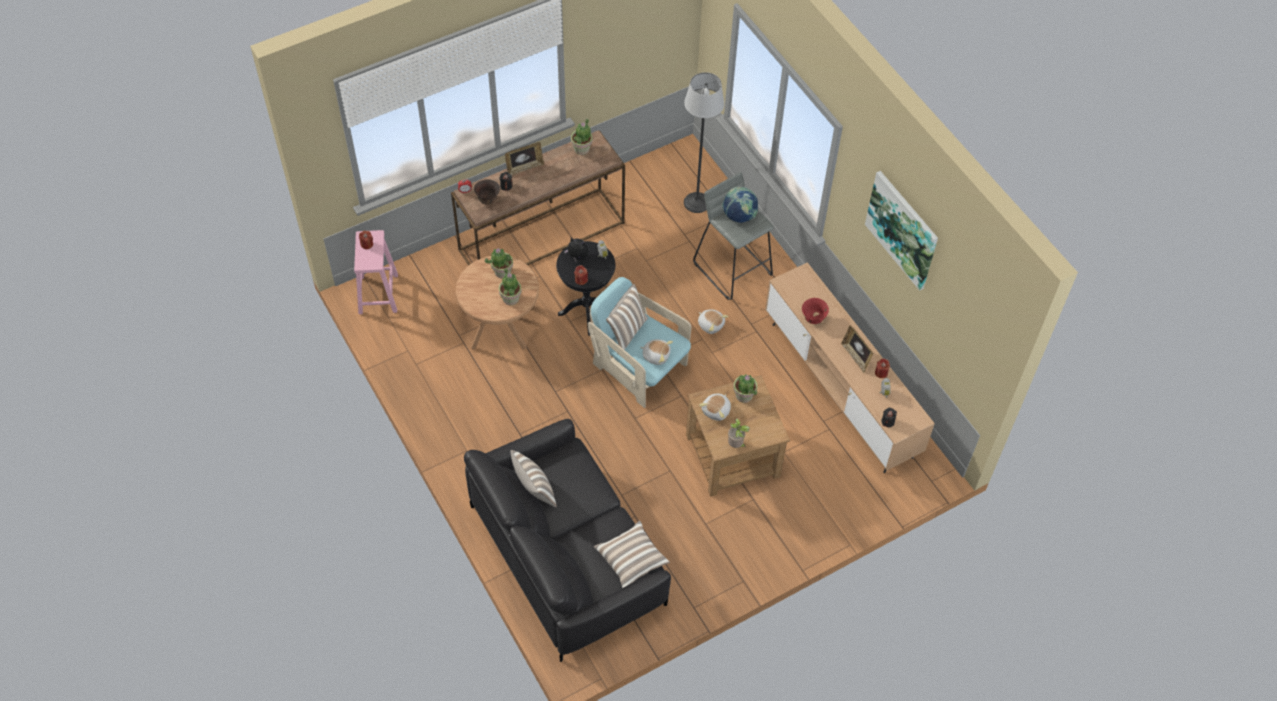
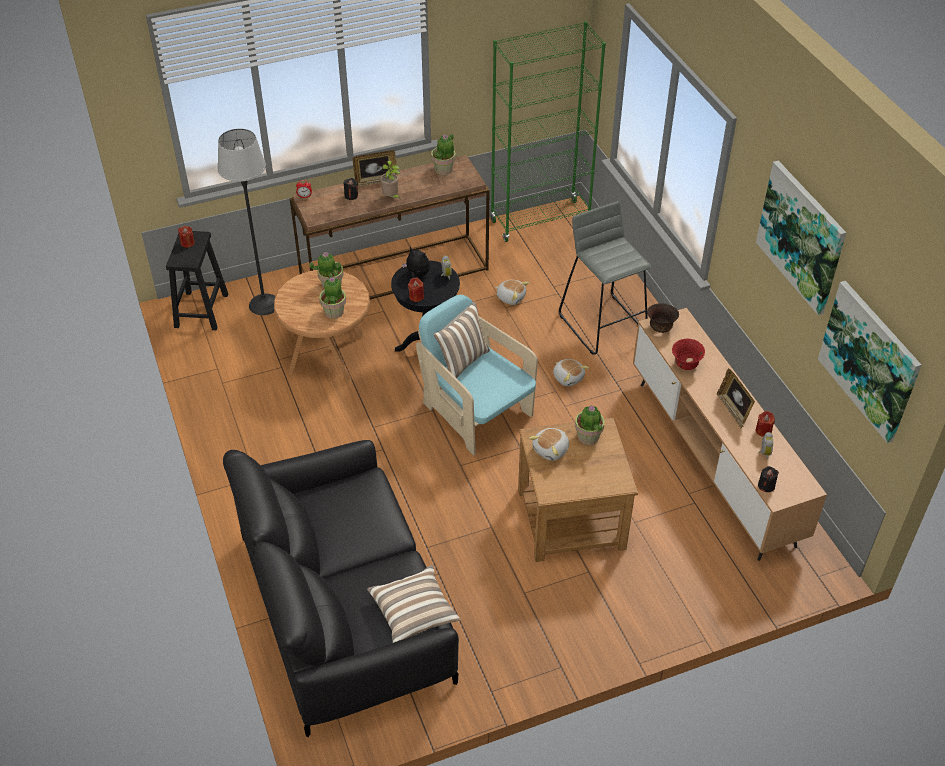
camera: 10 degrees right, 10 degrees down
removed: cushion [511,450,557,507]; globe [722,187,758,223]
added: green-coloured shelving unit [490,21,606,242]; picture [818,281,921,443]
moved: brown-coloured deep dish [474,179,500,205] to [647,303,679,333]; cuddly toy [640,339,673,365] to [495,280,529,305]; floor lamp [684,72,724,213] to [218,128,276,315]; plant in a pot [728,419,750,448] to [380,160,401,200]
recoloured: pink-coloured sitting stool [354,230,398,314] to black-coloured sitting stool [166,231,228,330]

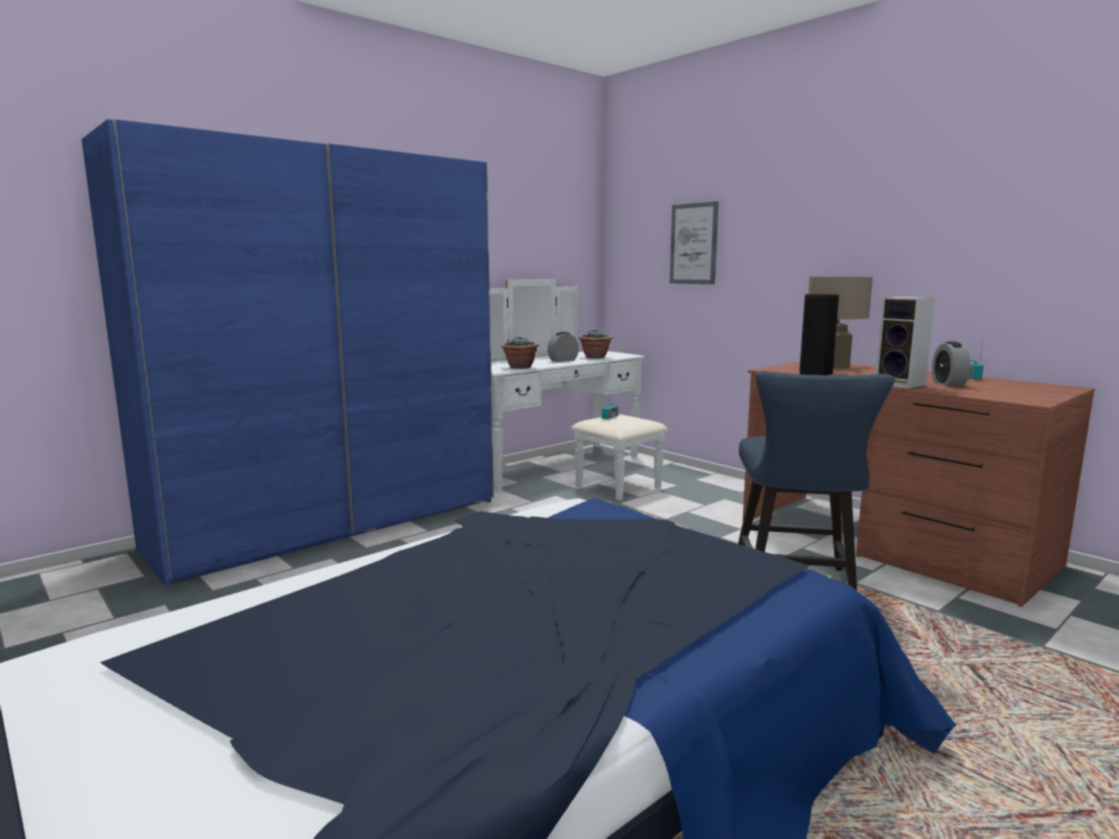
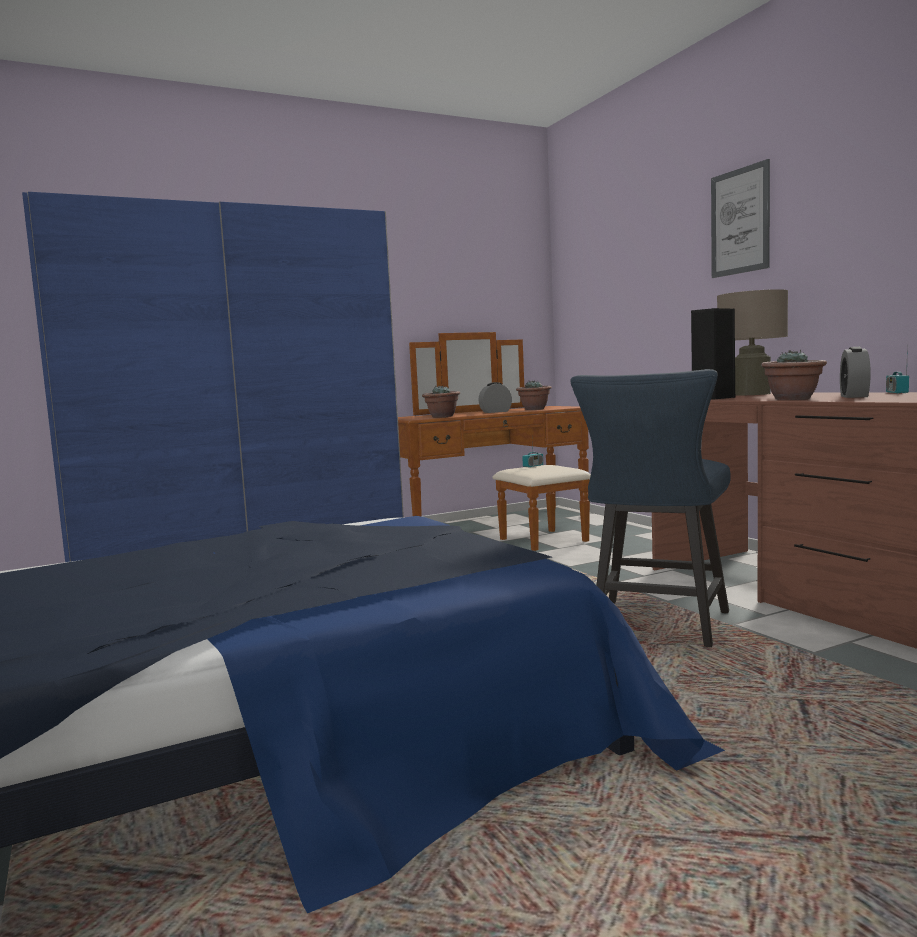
camera: 15 degrees right, 5 degrees down
moved: picture [670,201,719,284] to [711,159,770,278]
replaced: audio speaker [875,297,935,389] to plant in a pot [761,350,827,400]
recoloured: white chest of drawers [490,279,668,500] to brown-coloured chest of drawers [398,332,591,551]

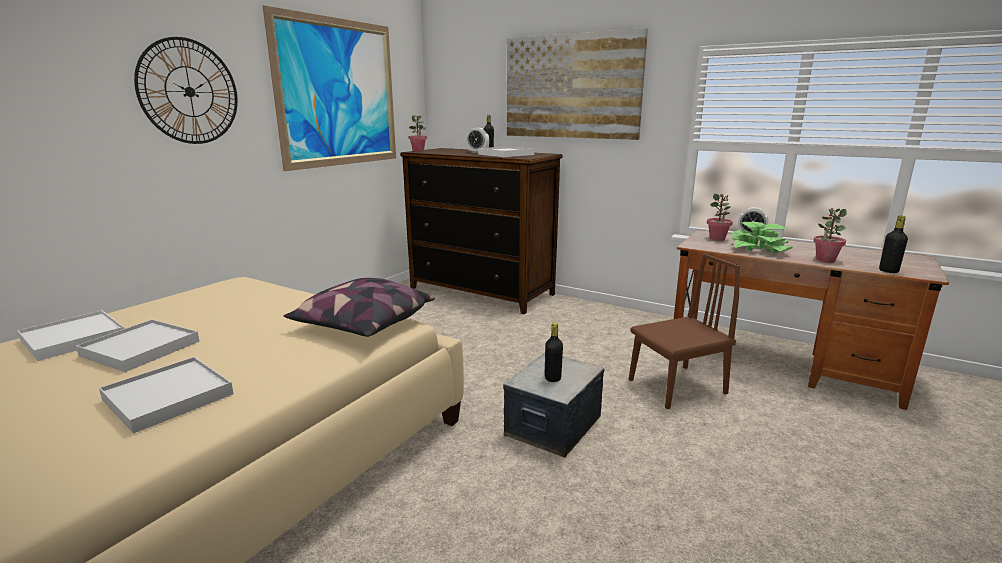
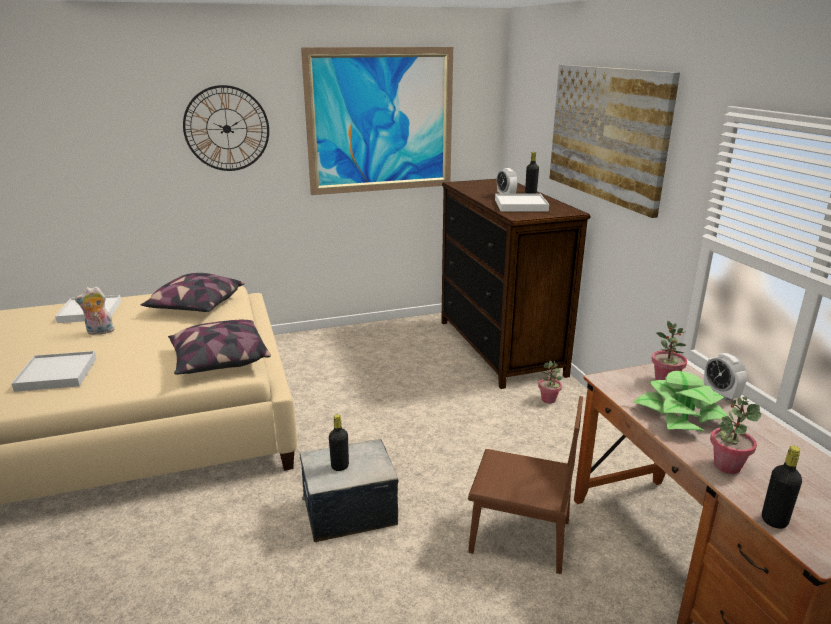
camera: 40 degrees right, 5 degrees up
added: cushion [141,273,245,312]
moved: plant in a pot [409,115,427,152] to [538,361,562,404]
replaced: white carrying tray [76,319,199,372] to cuddly toy [75,286,114,335]

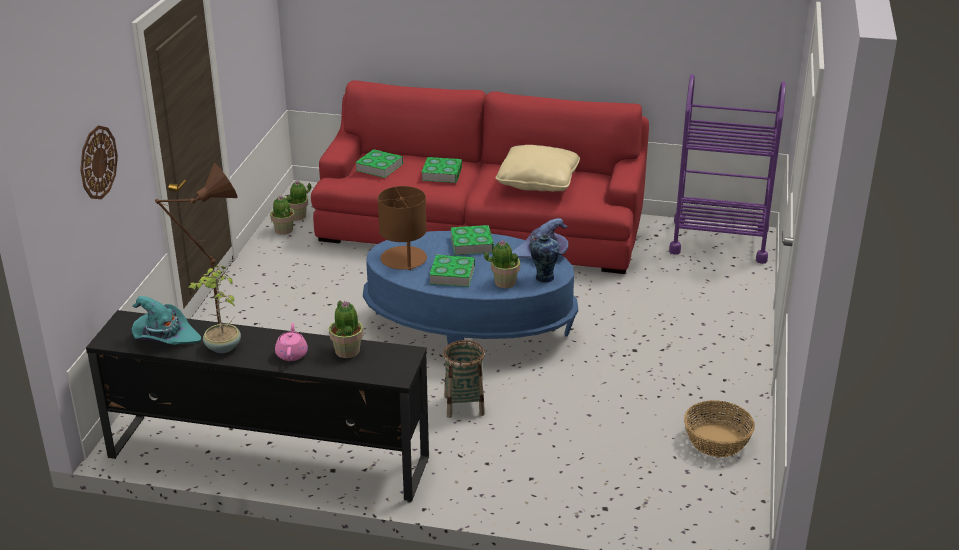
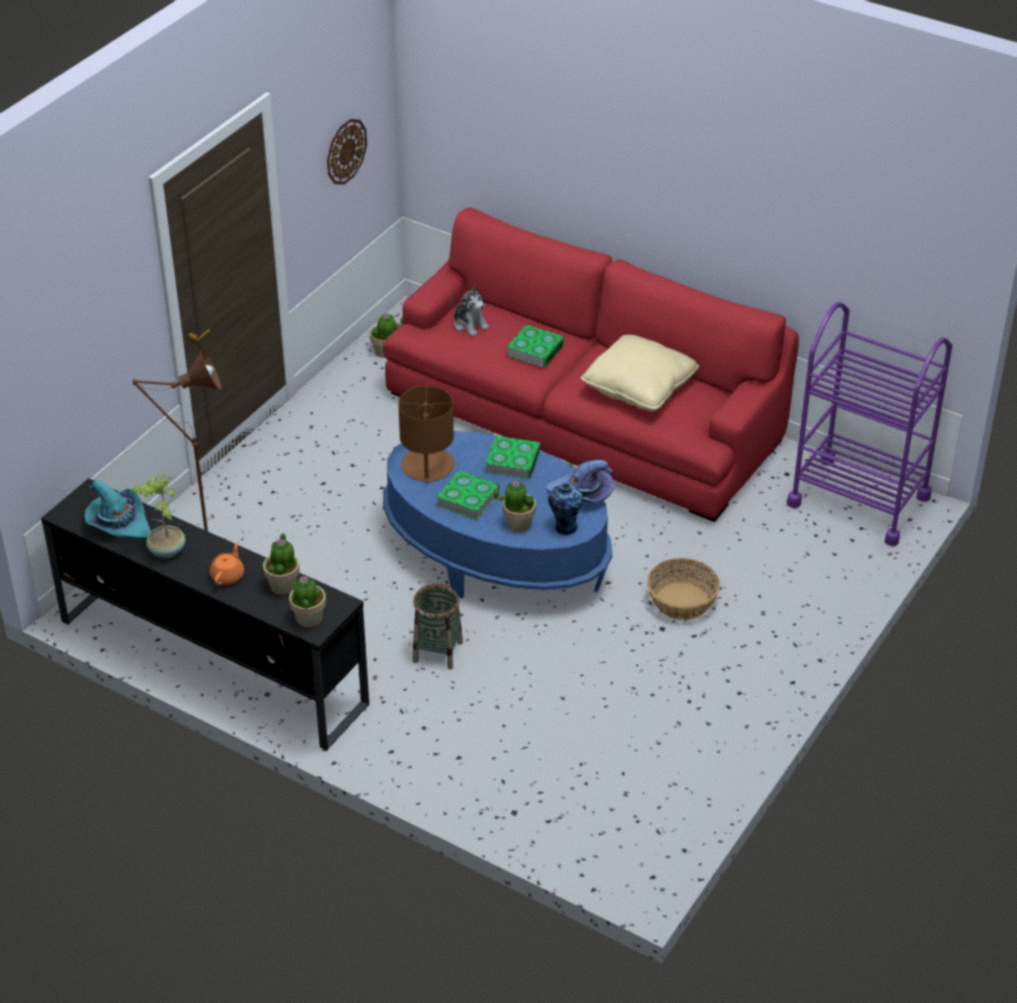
camera: 20 degrees right, 10 degrees up
moved: wall clock [80,126,118,199] to [327,119,367,185]; plant in a pot [270,195,295,235] to [289,576,326,627]; basket [684,400,755,457] to [647,558,720,620]
replaced: bound book [355,149,403,178] to cuddly toy [453,286,489,336]
recoloured: pink-coloured pot for tea [275,323,308,361] to orange pot for tea [210,542,244,585]

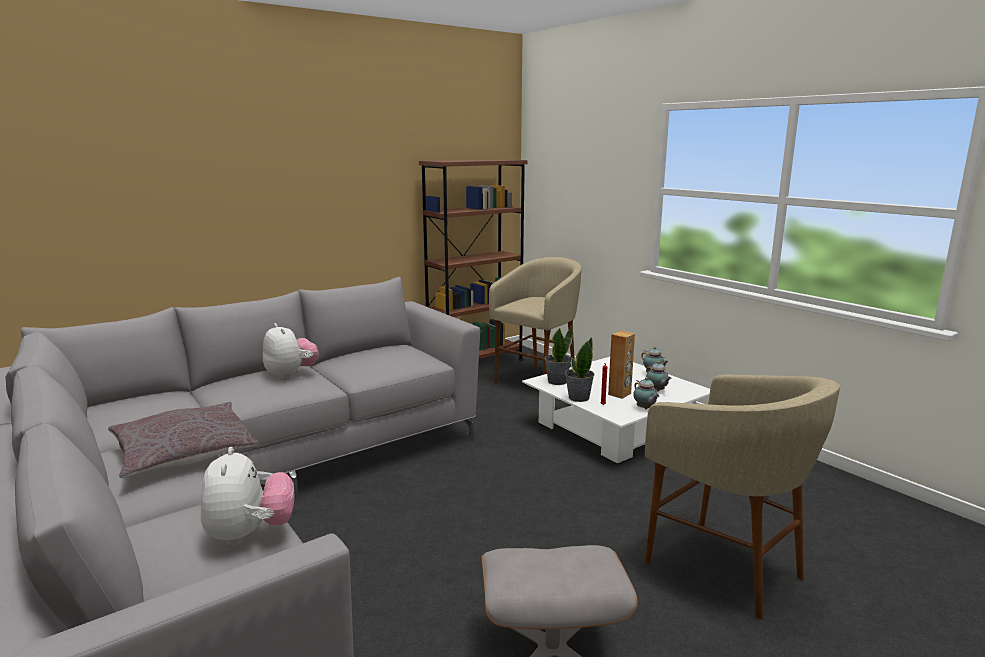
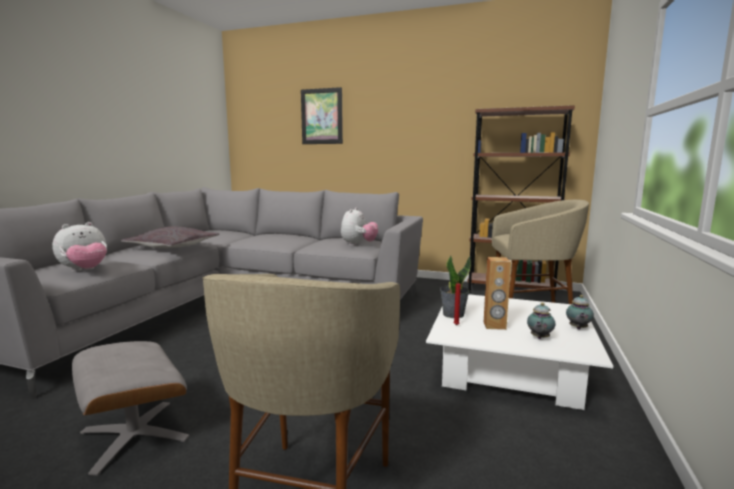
camera: 55 degrees right, 5 degrees down
removed: plant in a pot [545,326,573,385]; pot for tea [633,377,659,409]
added: picture [301,87,343,144]
moved: cuddly toy [263,323,319,380] to [341,207,378,246]

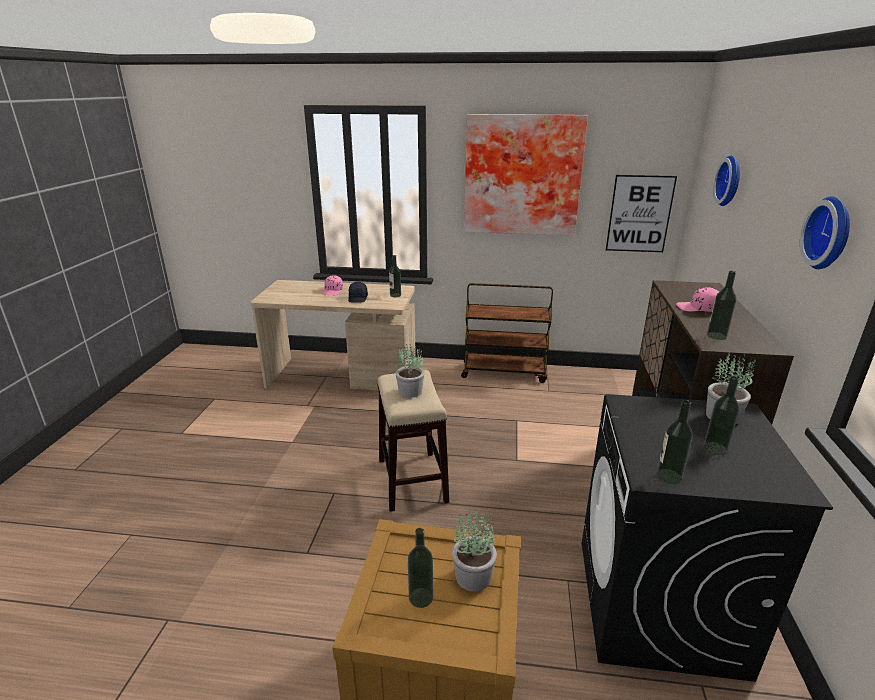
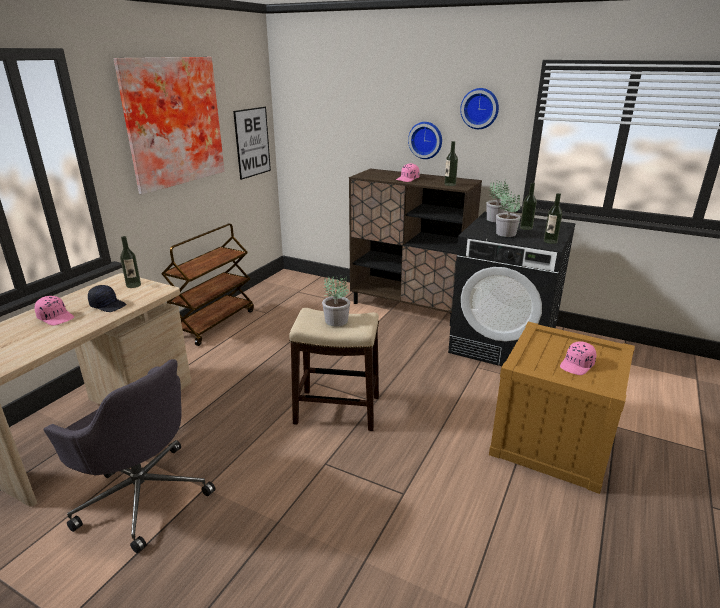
camera: 70 degrees left, 0 degrees up
added: greyish computer chair [43,359,216,553]
moved: plant in a pot [452,509,497,592] to [496,190,521,237]; wall clock [713,155,740,206] to [408,122,442,159]
replaced: bottle [408,528,433,608] to pink-coloured baseball cap [560,342,596,375]

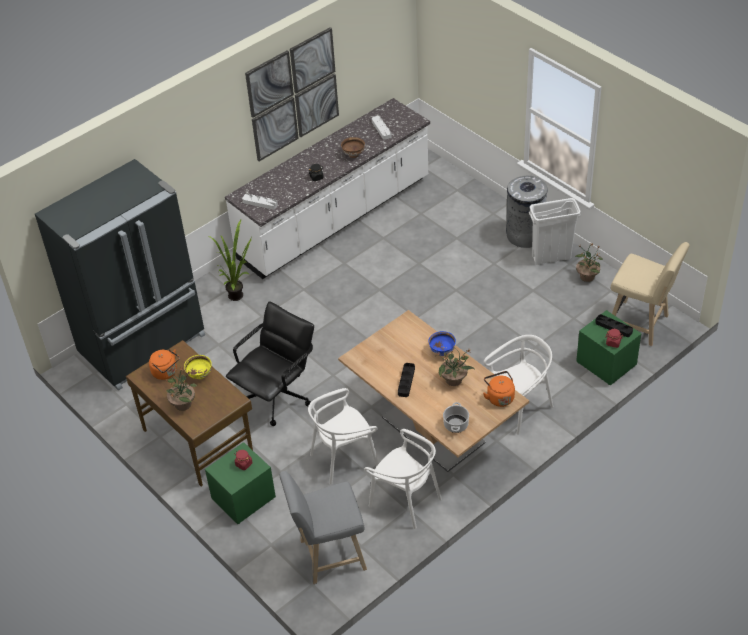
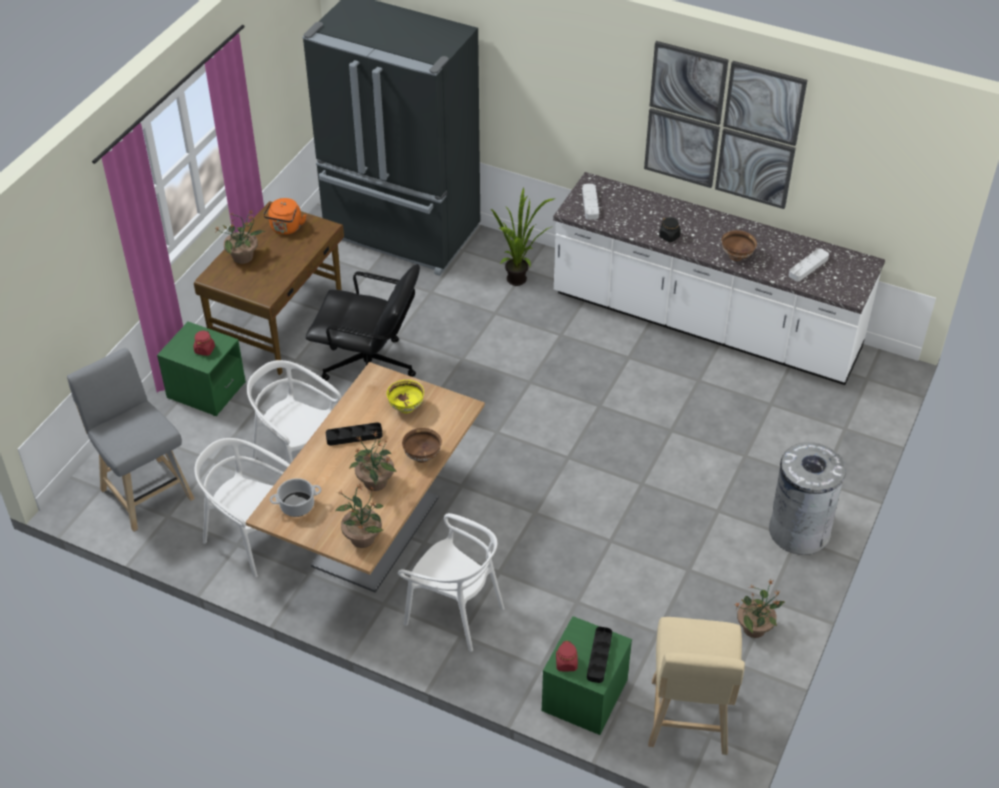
camera: 65 degrees right, 0 degrees up
removed: white trash can [529,198,581,265]
moved: yellowish deep dish [184,355,212,379] to [387,380,424,413]
replaced: orange kettle [483,371,515,407] to plant in a pot [335,485,383,548]
recoloured: bluish deep dish [428,331,456,356] to brown-coloured deep dish [402,428,442,463]
turned: white plain chair [364,429,442,529] = [194,438,290,577] 105 degrees clockwise

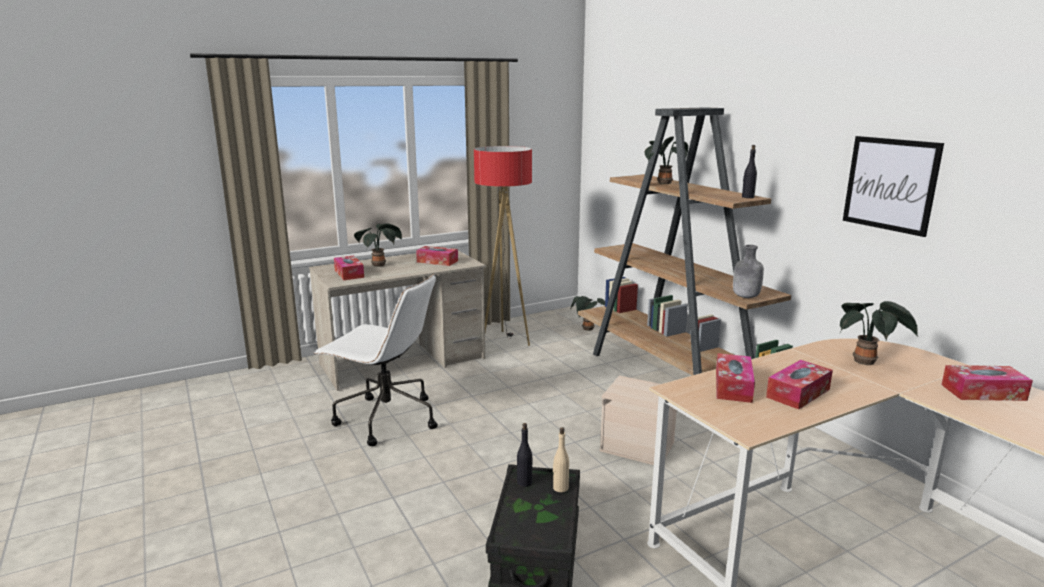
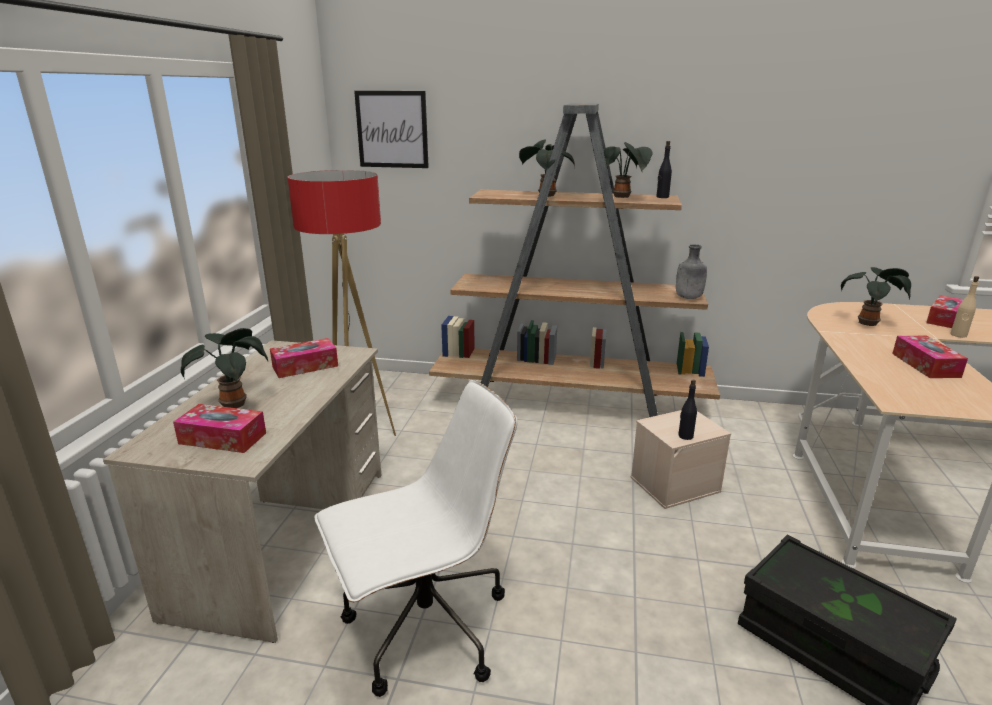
camera: 50 degrees left, 5 degrees up
removed: tissue box [716,353,755,403]
moved: black-coloured bottle [517,423,532,487] to [678,380,697,440]; beige-coloured bottle [553,427,569,492] to [950,276,979,338]; plant in a pot [571,296,605,331] to [604,142,653,198]; picture [843,136,944,237] to [354,91,429,168]

